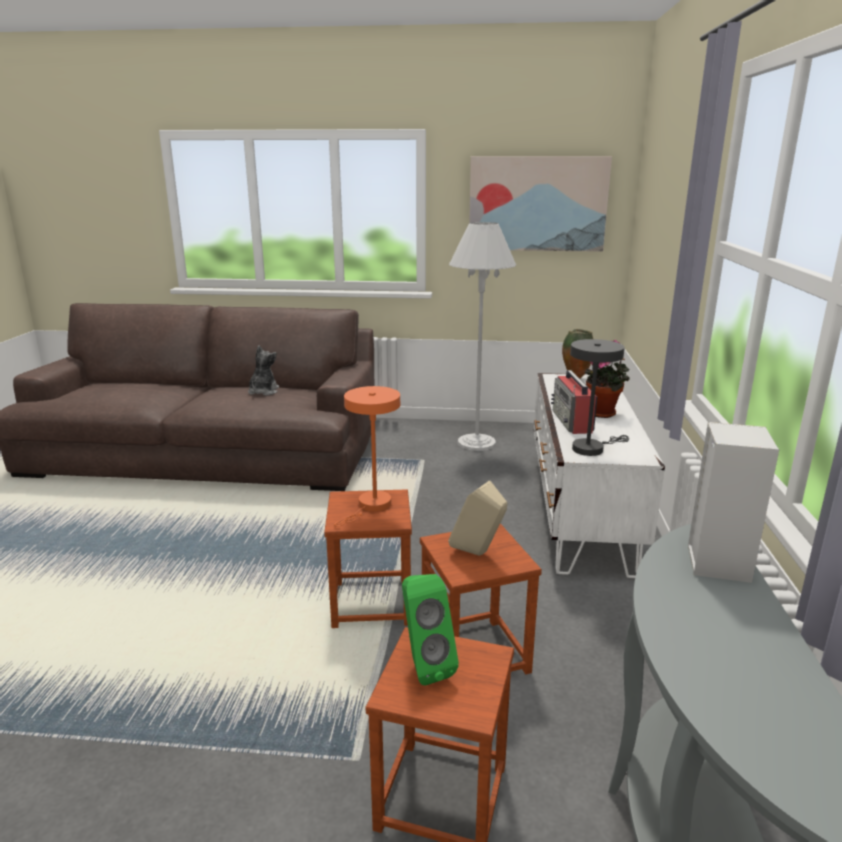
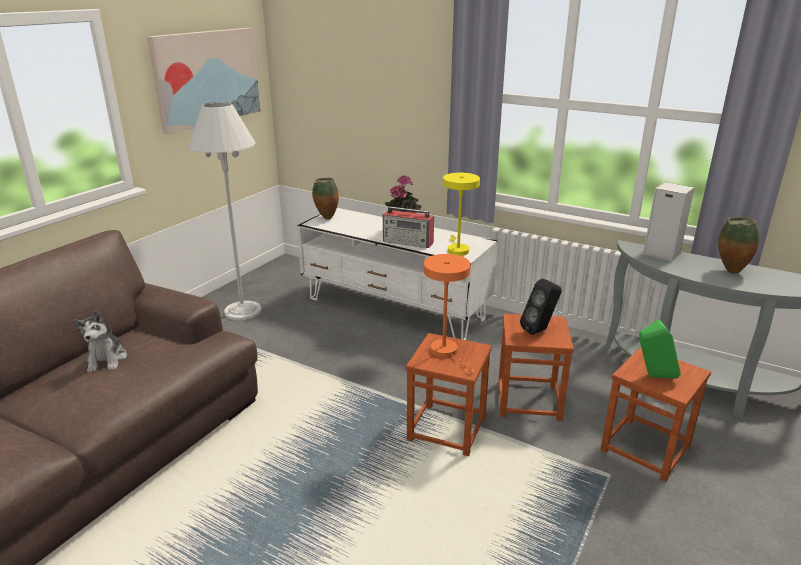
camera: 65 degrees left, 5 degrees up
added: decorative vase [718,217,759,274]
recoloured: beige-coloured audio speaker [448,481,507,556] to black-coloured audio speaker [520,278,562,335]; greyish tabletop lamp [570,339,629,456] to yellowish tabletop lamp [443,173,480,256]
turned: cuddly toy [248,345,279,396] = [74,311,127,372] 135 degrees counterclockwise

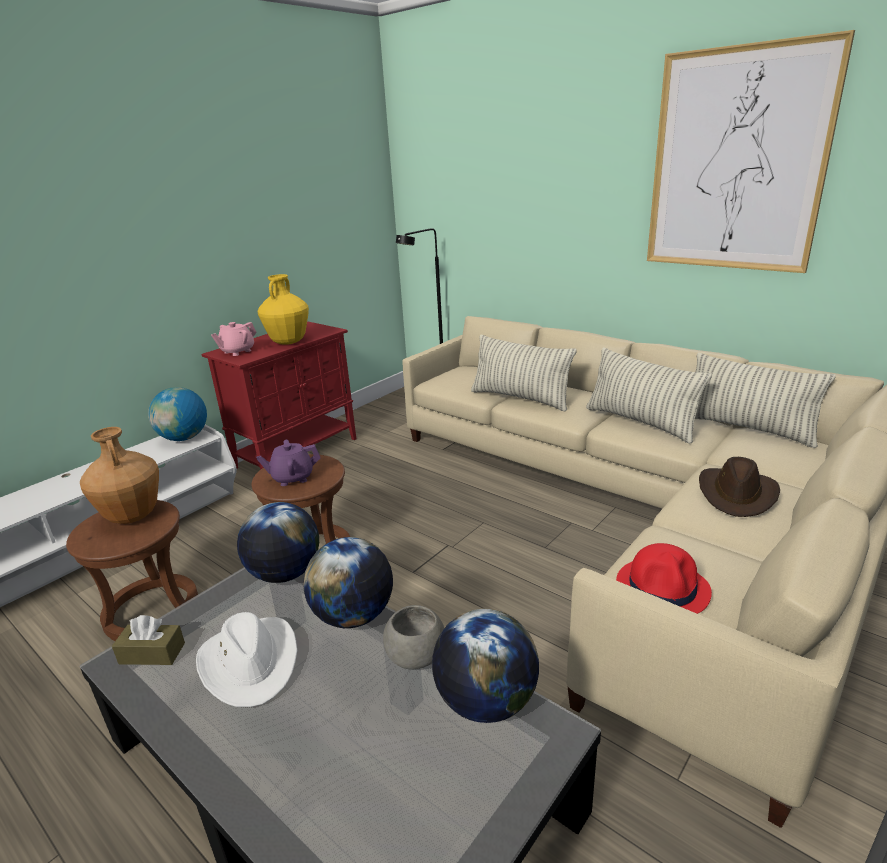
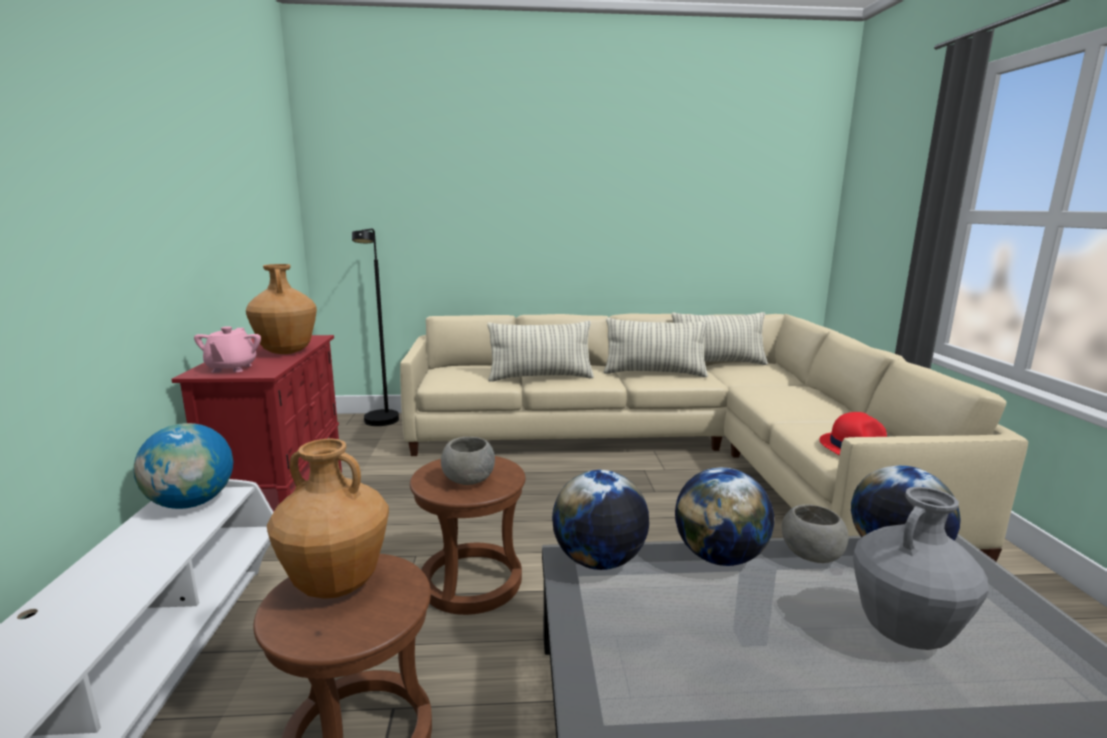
camera: 45 degrees left, 10 degrees down
removed: brown-coloured tissue box [112,615,185,665]; white wearable hat [196,612,297,707]; picture [647,30,855,273]; brown-coloured wearable hat [699,457,780,517]
added: greyish decorative vase [853,486,988,650]
replaced: purple-coloured pot for tea [256,440,320,486] to greyish deep dish [441,437,495,485]
recoloured: yellowish decorative vase [257,274,309,345] to brown-coloured decorative vase [246,264,317,354]

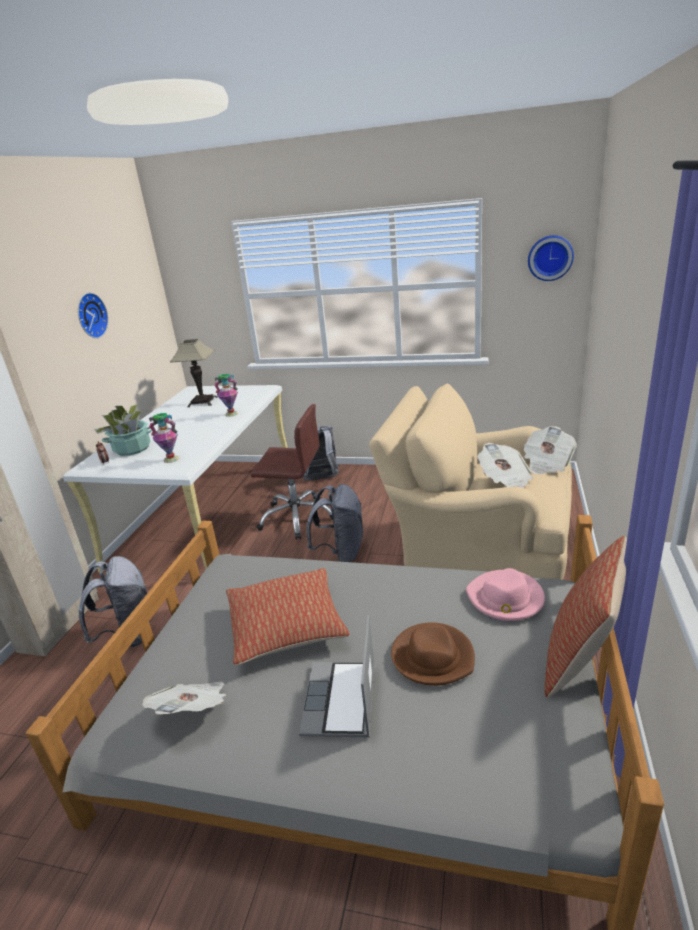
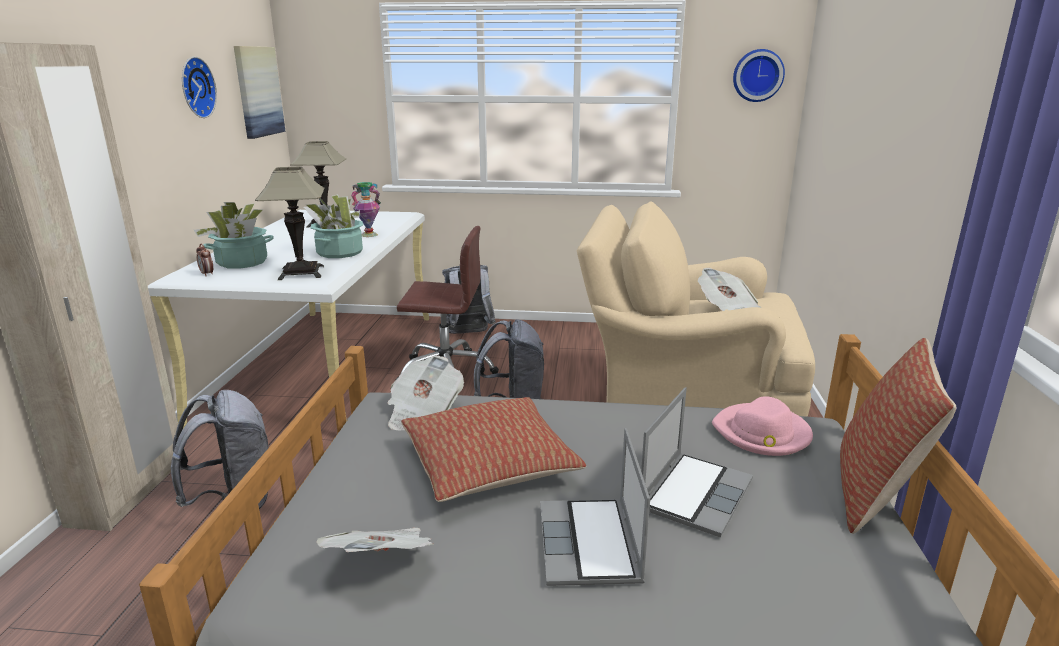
camera: 10 degrees left, 5 degrees down
added: picture [234,46,286,139]; plant in a pot [304,194,363,258]
moved: printed paper [523,426,577,474] to [388,356,464,430]
replaced: decorative vase [149,413,179,463] to tabletop lamp [255,167,325,280]; brown-coloured wearable hat [391,622,475,686] to laptop [641,387,753,537]

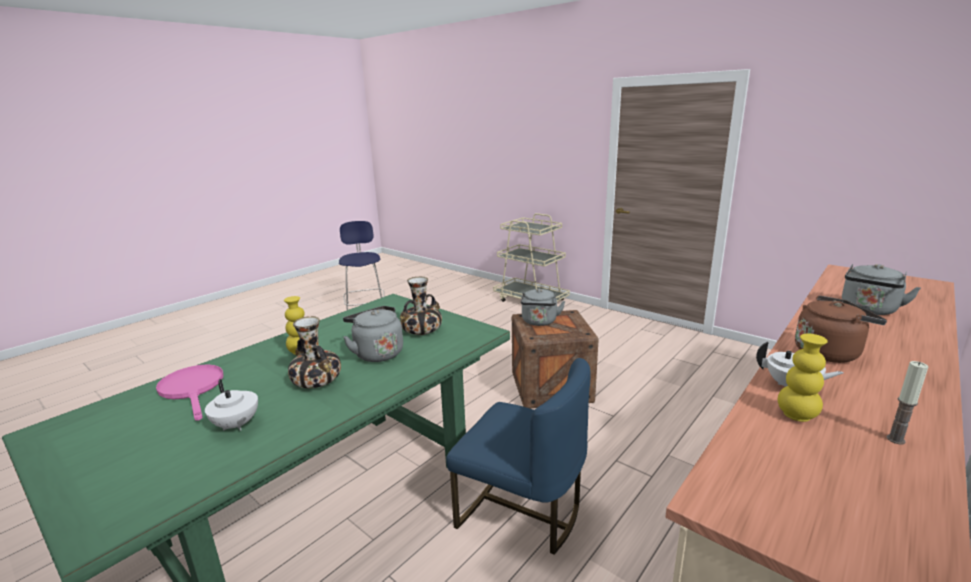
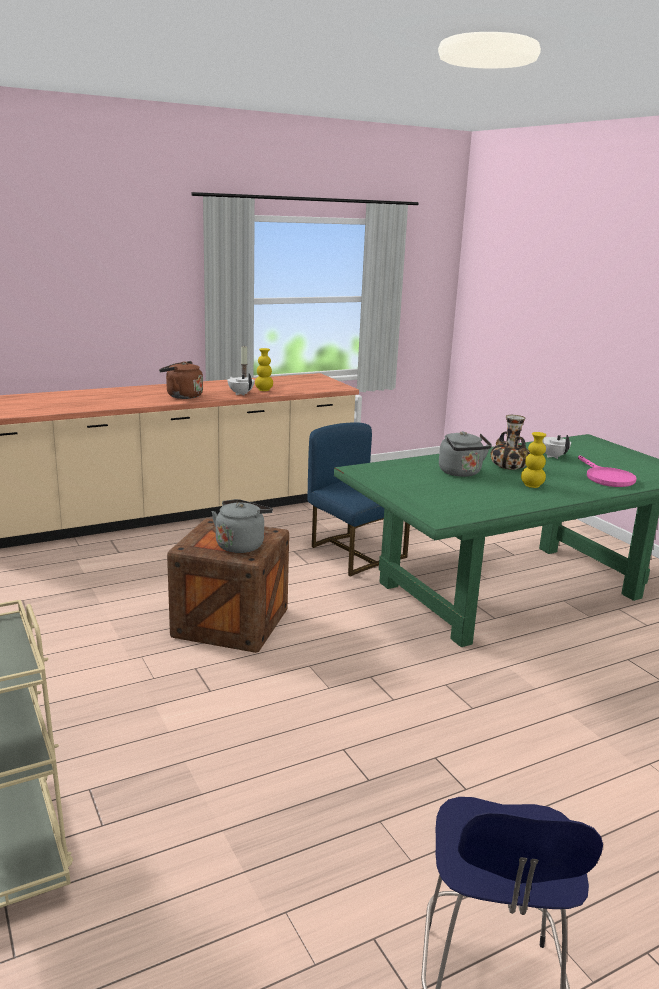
camera: 160 degrees left, 0 degrees up
removed: decorative vase [400,277,442,335]; greyish kettle [842,264,921,315]

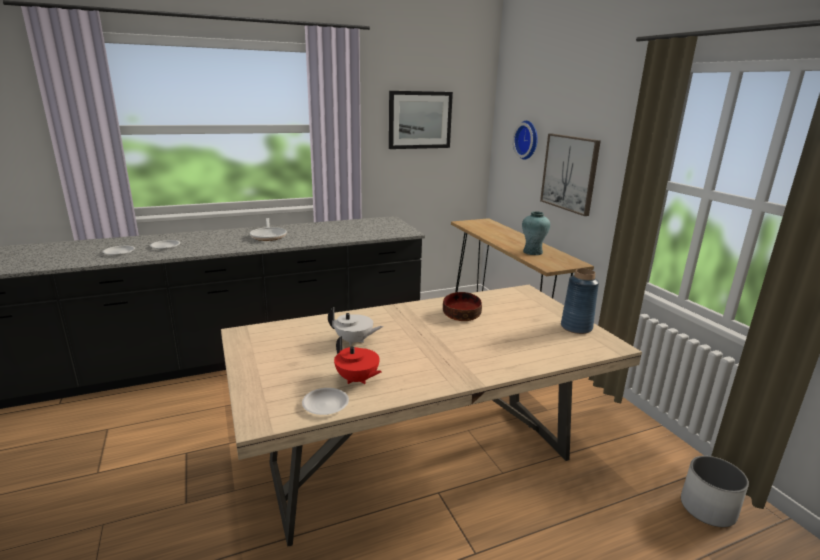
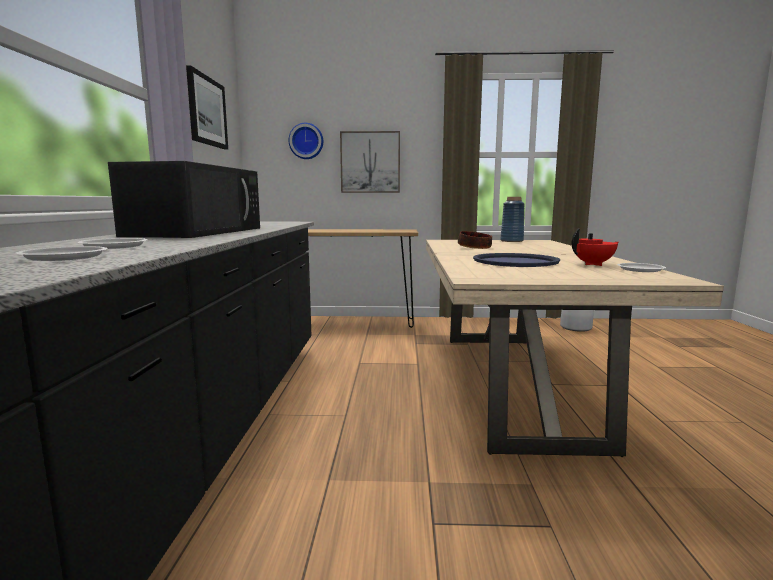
camera: 65 degrees left, 10 degrees down
removed: turquoise-coloured decorative vase [522,211,550,255]
replaced: skillet [250,218,287,241] to black-coloured microwave oven [108,161,260,238]; white pot for tea [328,307,383,346] to bluish carrying tray [473,253,560,267]

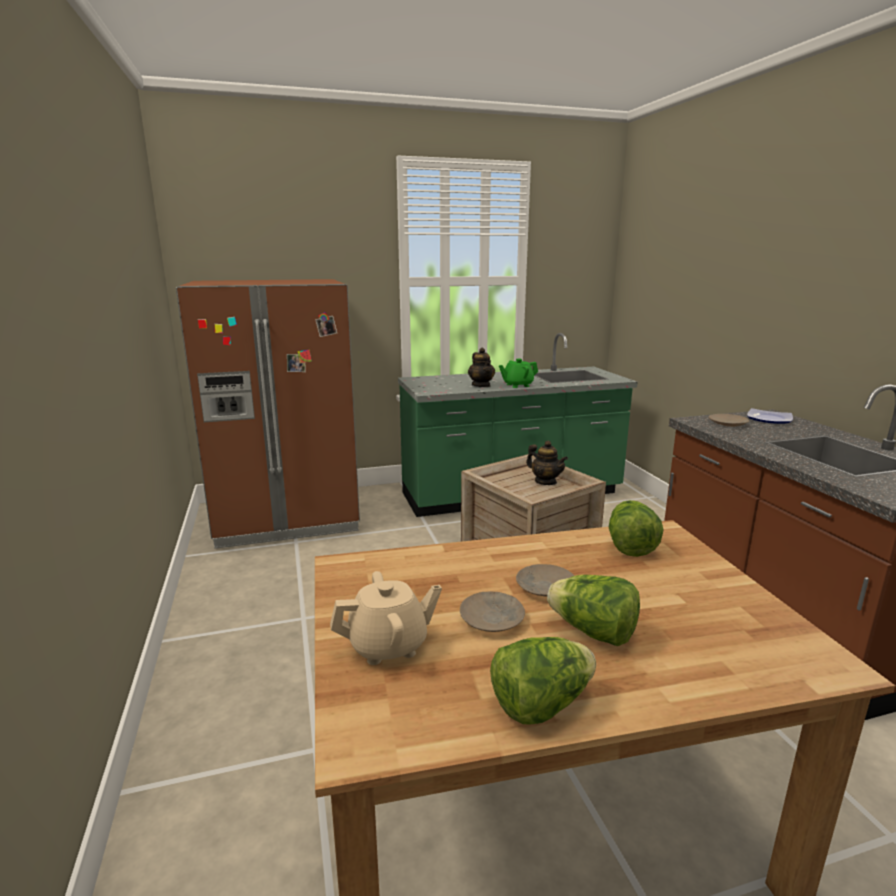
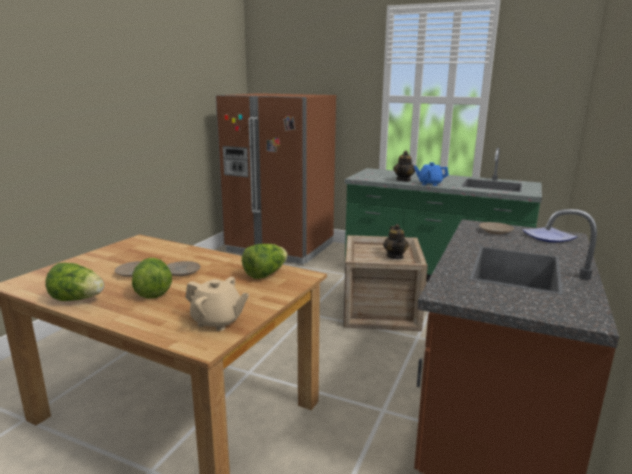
camera: 40 degrees right, 0 degrees up
moved: beige-coloured pot for tea [330,571,442,665] to [185,277,249,331]
recoloured: green-coloured pot for tea [499,359,538,388] to bluish pot for tea [414,162,449,186]

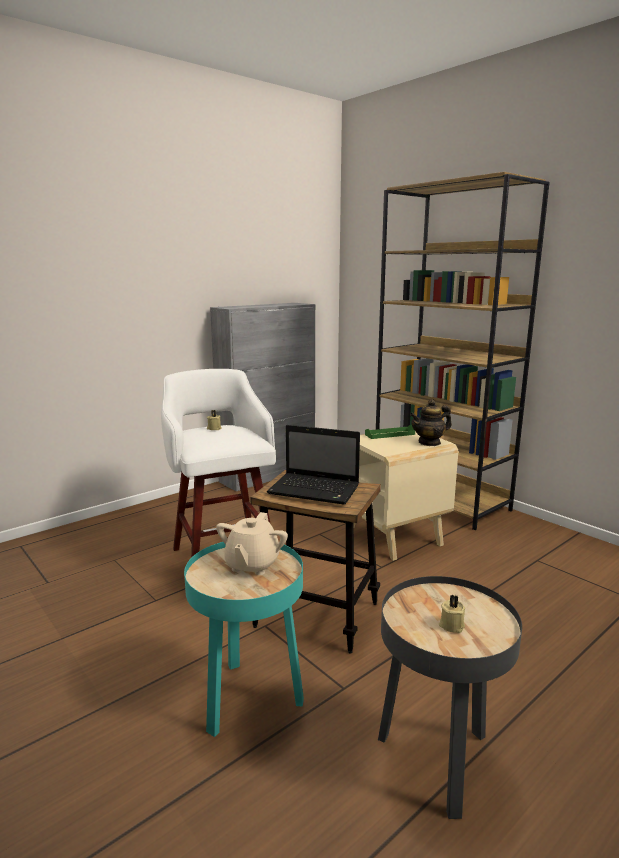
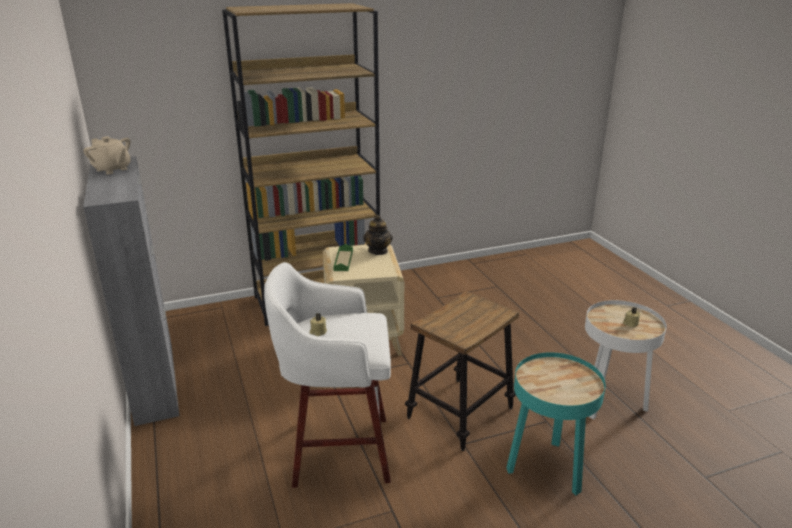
camera: 70 degrees left, 10 degrees up
removed: laptop [267,425,360,505]
moved: beige-coloured pot for tea [216,512,288,575] to [83,136,131,174]
recoloured: black-coloured side table [378,576,522,819] to white side table [585,300,667,420]

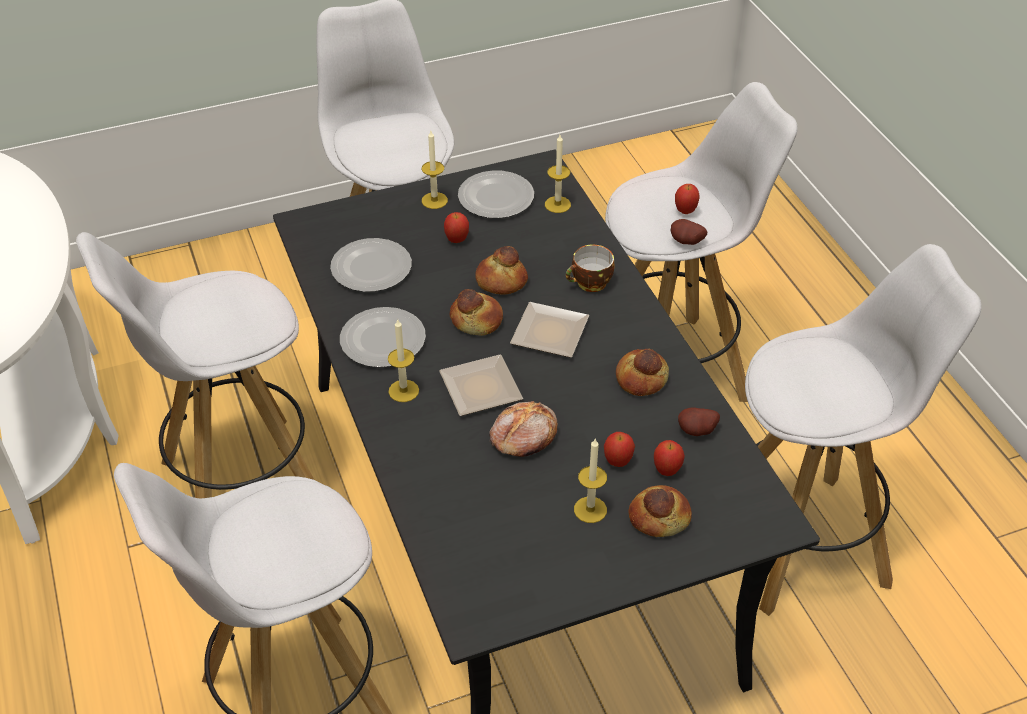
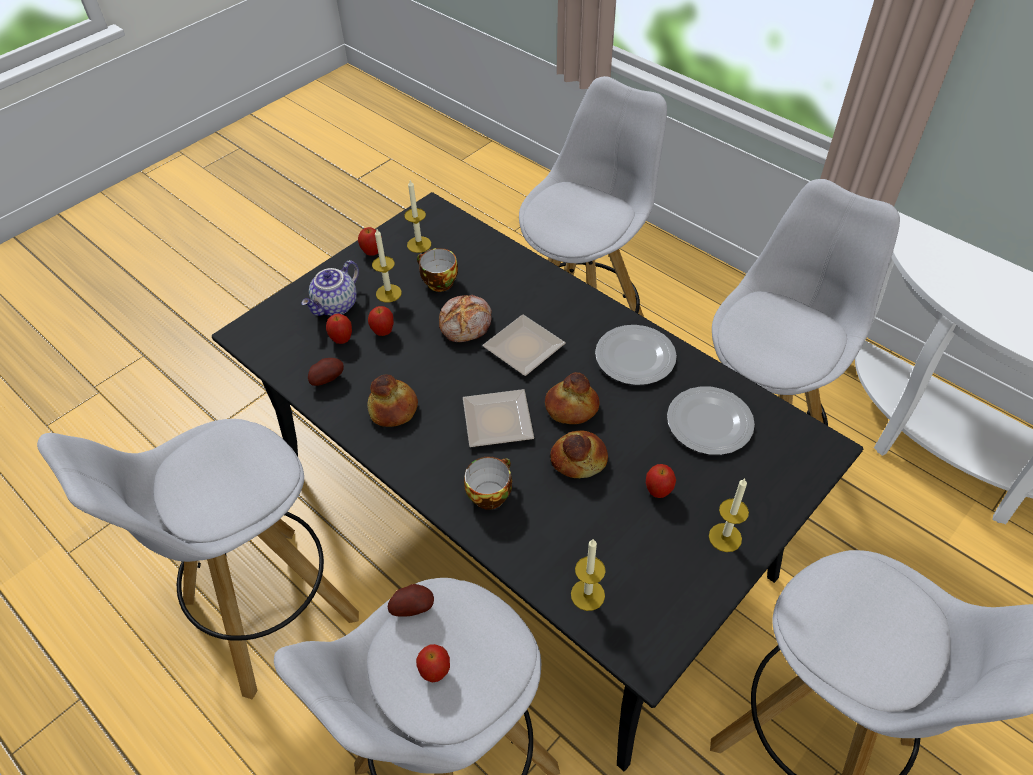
camera: 155 degrees right, 5 degrees up
removed: flat dish [458,170,534,218]
added: apple [358,227,382,256]; small cup [417,248,458,292]
moved: wax candle [388,319,419,402] to [404,180,431,253]
replaced: bakery bread [628,485,692,537] to pot for tea [301,260,359,316]

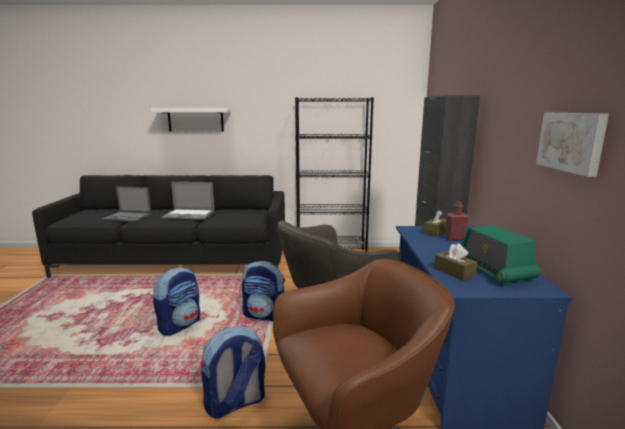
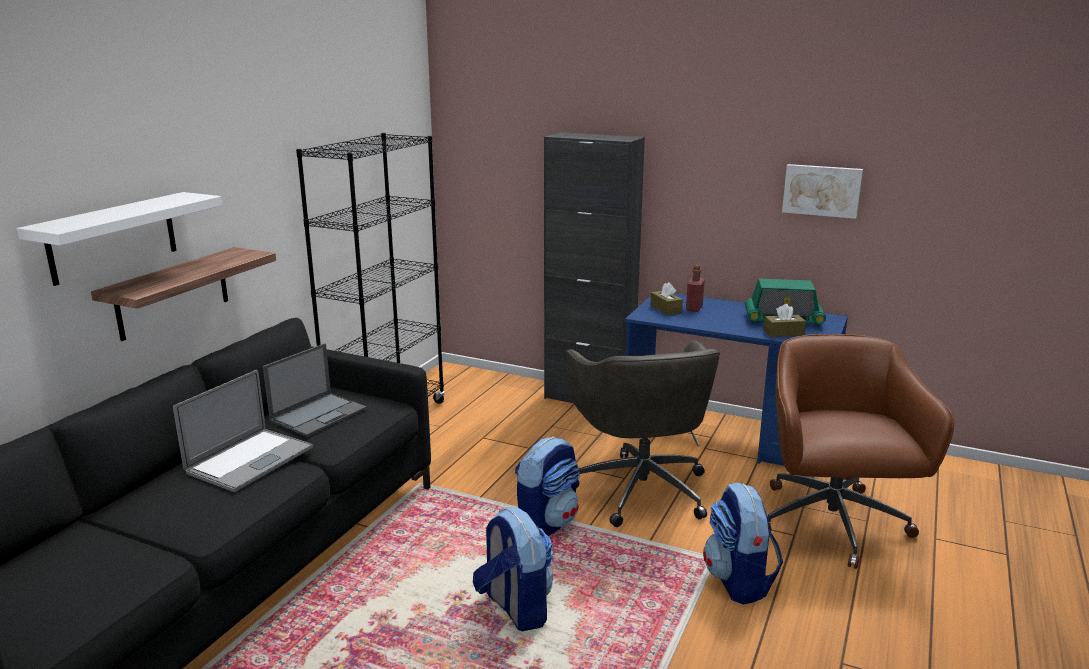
camera: 65 degrees left, 5 degrees up
added: wall shelf [91,247,276,341]
moved: laptop [102,186,152,222] to [263,343,367,437]

